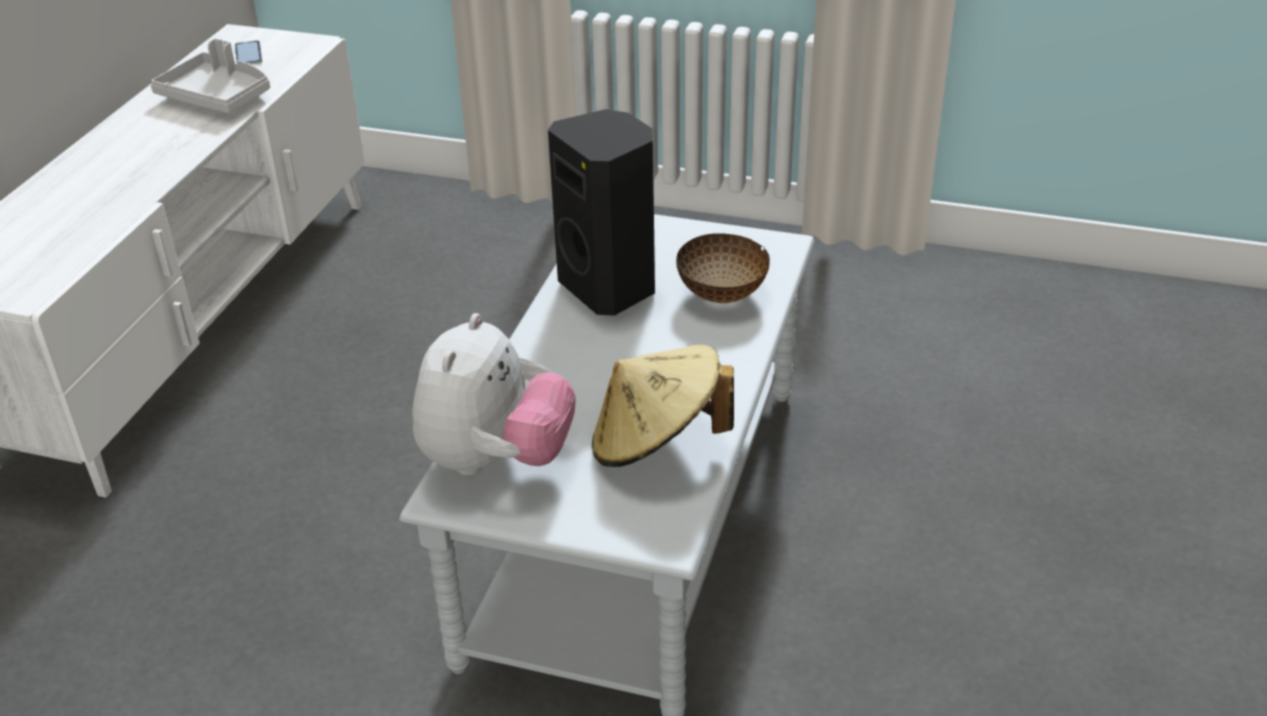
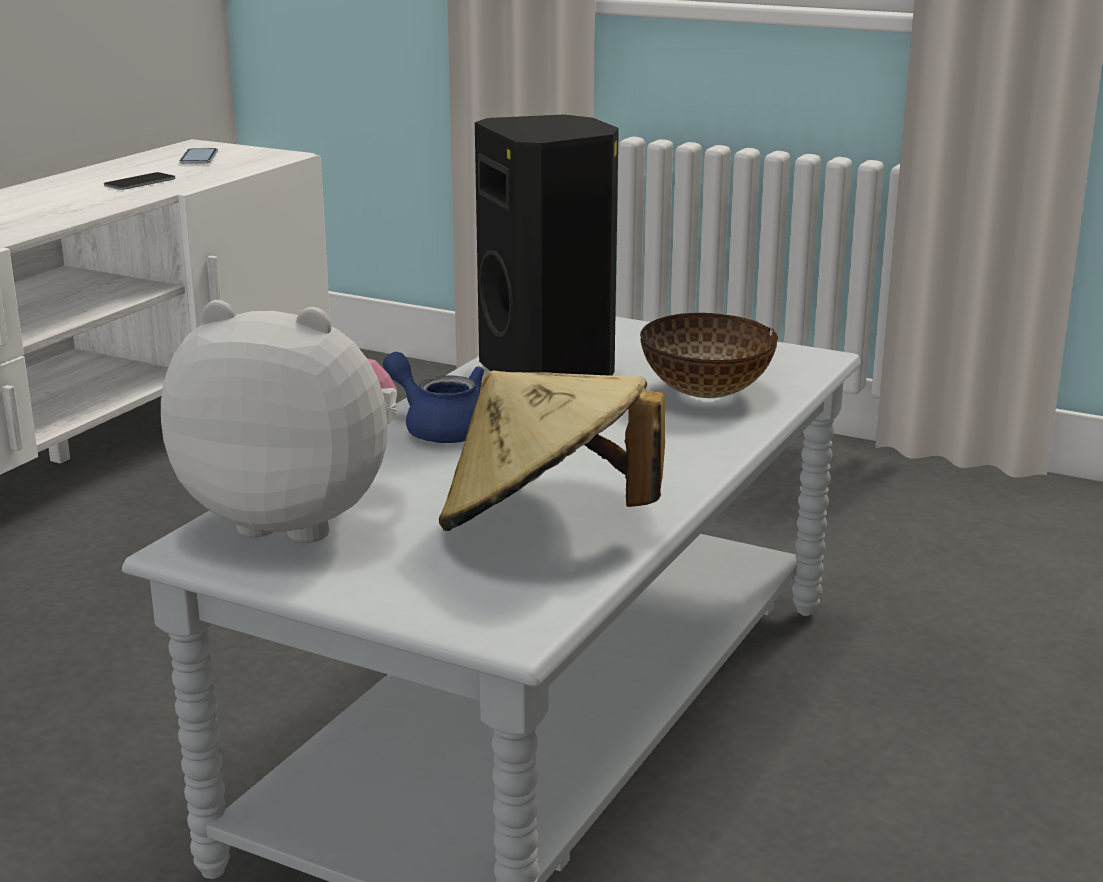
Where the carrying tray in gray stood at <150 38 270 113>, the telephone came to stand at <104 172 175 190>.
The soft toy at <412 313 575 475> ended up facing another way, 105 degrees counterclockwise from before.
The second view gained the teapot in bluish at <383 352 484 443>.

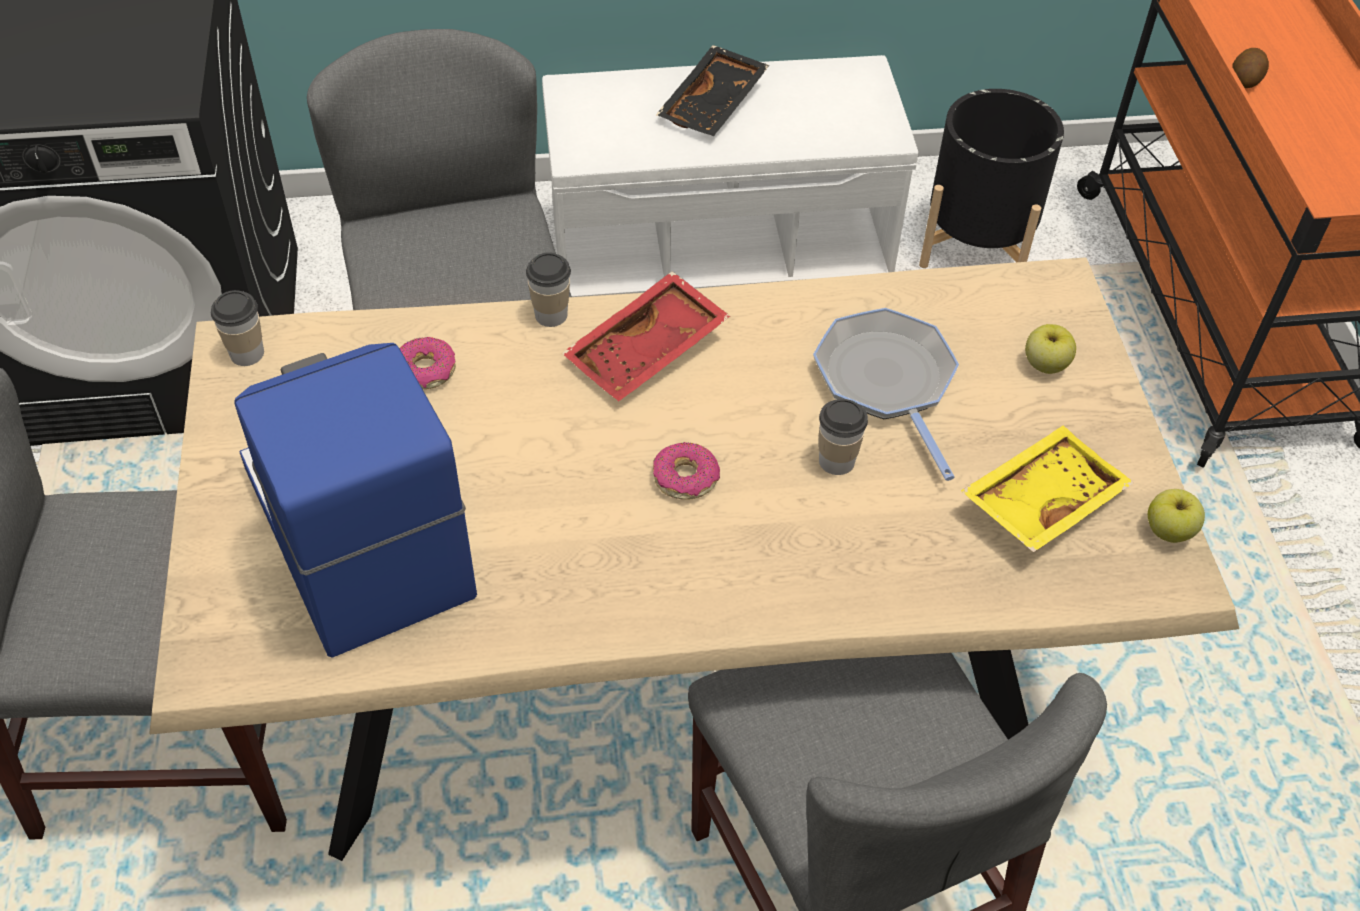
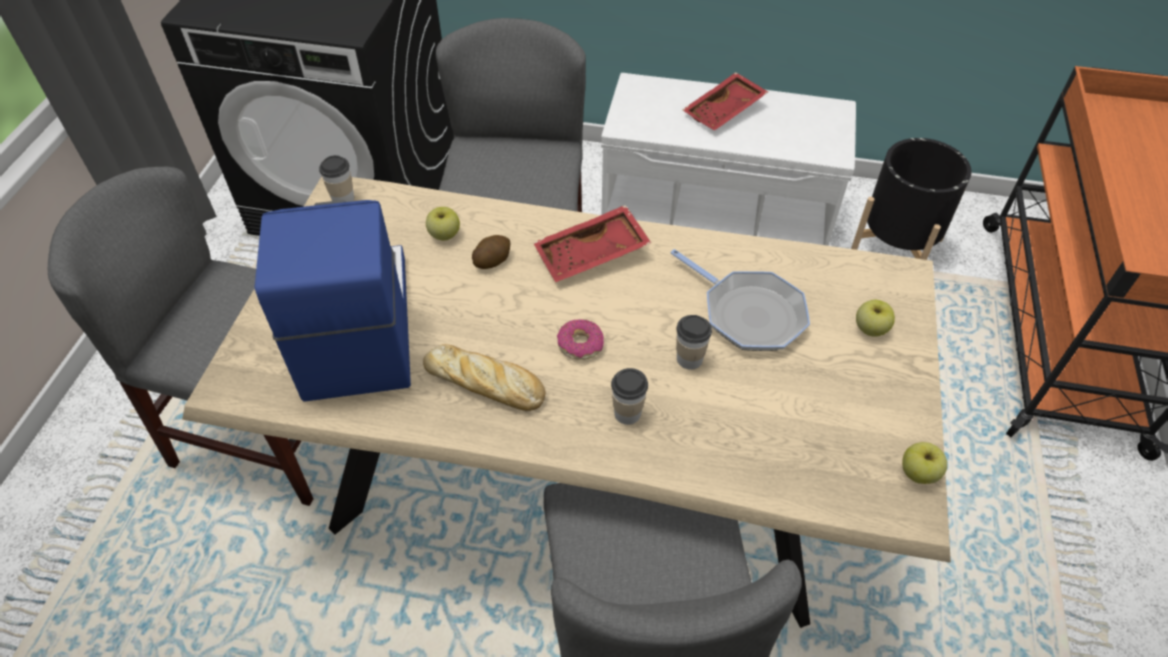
The second view gained the bread at <423 344 546 411>.
Where the ring doughnut stood at <400 337 456 390>, the whole apple came to stand at <426 207 460 241>.
The potato ended up elsewhere, having gone from <1232 48 1269 88> to <472 235 510 269>.
The small cup ended up elsewhere, having gone from <526 252 571 327> to <611 368 648 425>.
The frying pan at <813 308 959 481> ended up facing another way, 135 degrees clockwise from before.
What was the carrying tray in black at <656 45 769 136> turned into the carrying tray in red-coloured at <683 72 768 131>.
The second view lost the carrying tray in yellow at <961 426 1134 552>.

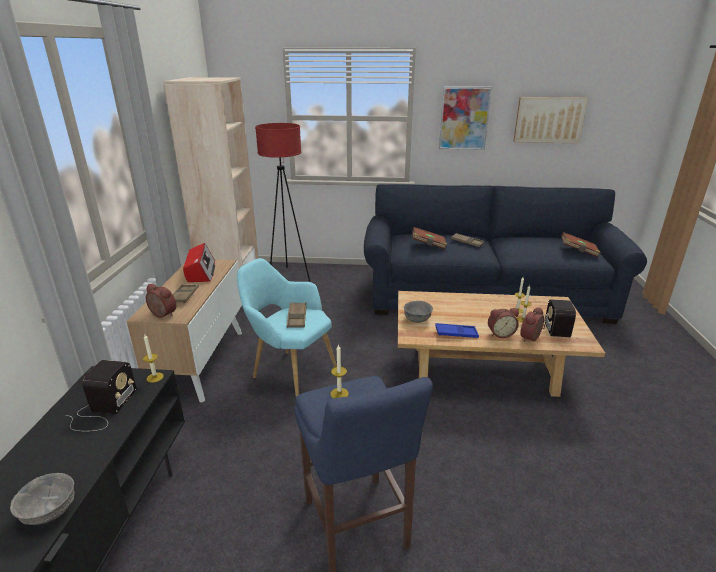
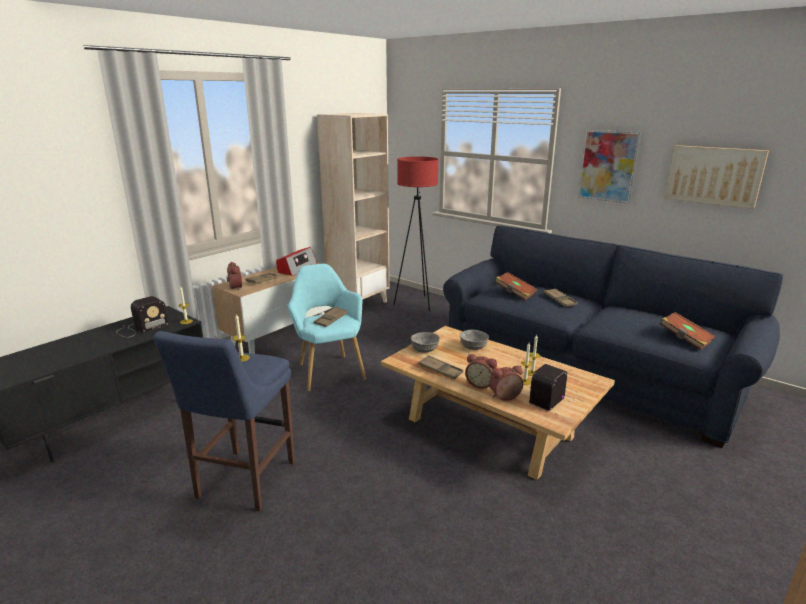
What was the carrying tray in bluish at <435 323 479 338> turned into the carrying tray in brown at <418 355 463 380>.
The bowl in gray ended up elsewhere, having gone from <10 473 75 525> to <460 330 489 350>.

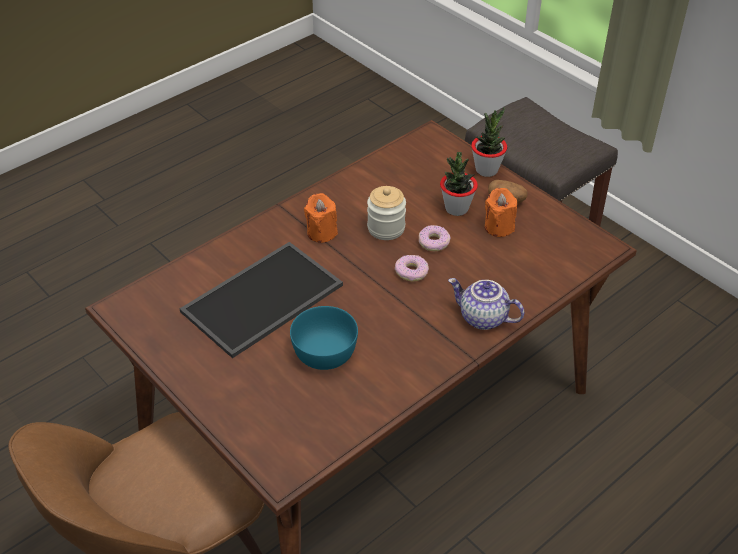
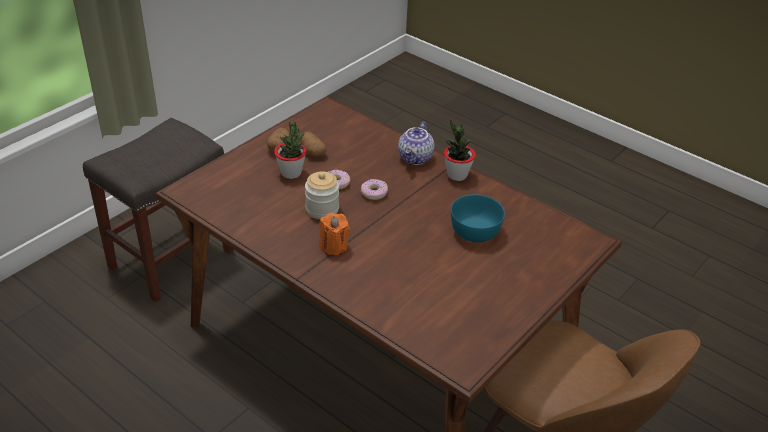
Where the wax light in orange-coloured stood at <485 188 517 237>, the potato came to stand at <301 132 327 157>.
The houseplant ended up elsewhere, having gone from <471 107 507 177> to <444 119 476 181>.
The second view lost the carrying tray at <180 242 343 359>.

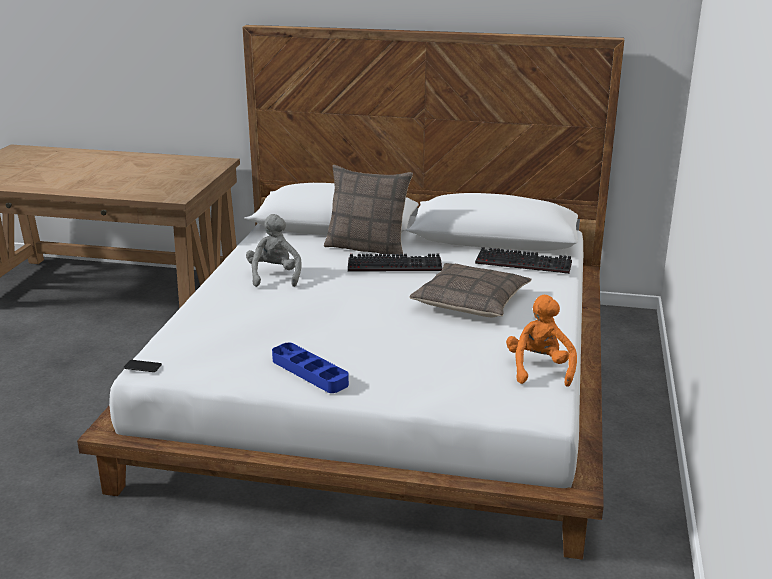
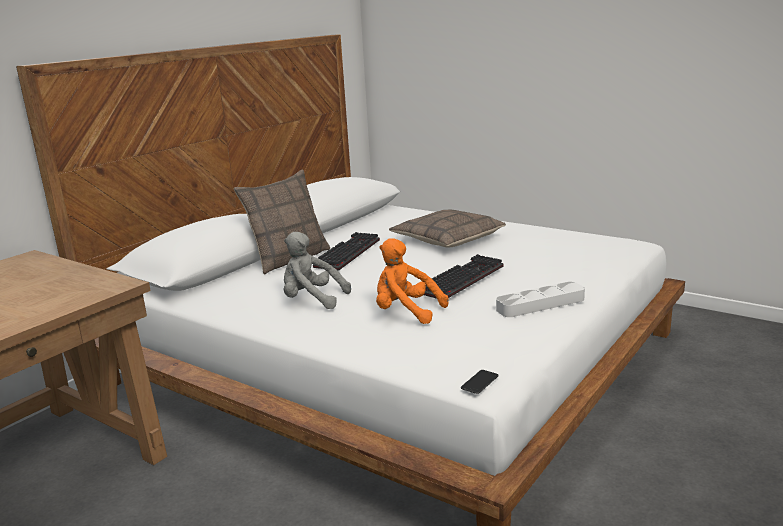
The soft toy in orange-coloured ended up elsewhere, having gone from <506 295 577 387> to <376 238 449 324>.
The computer keyboard ended up elsewhere, having gone from <475 247 572 274> to <424 254 504 299>.
What was the carrying tray in bluish at <272 343 349 393> turned into the carrying tray in gray at <496 282 585 317>.

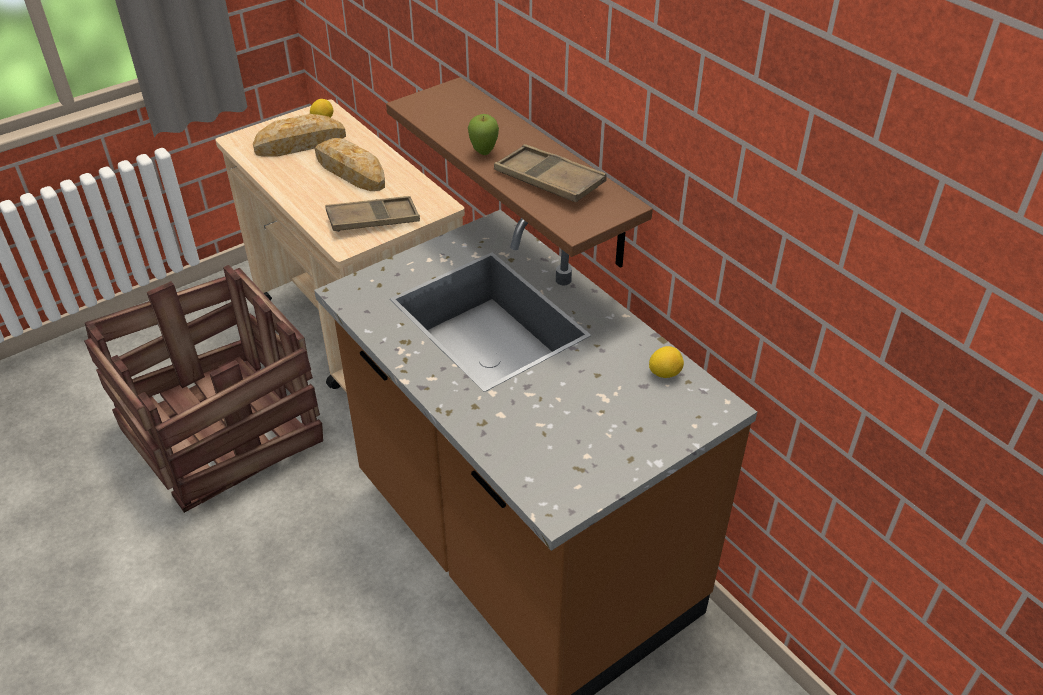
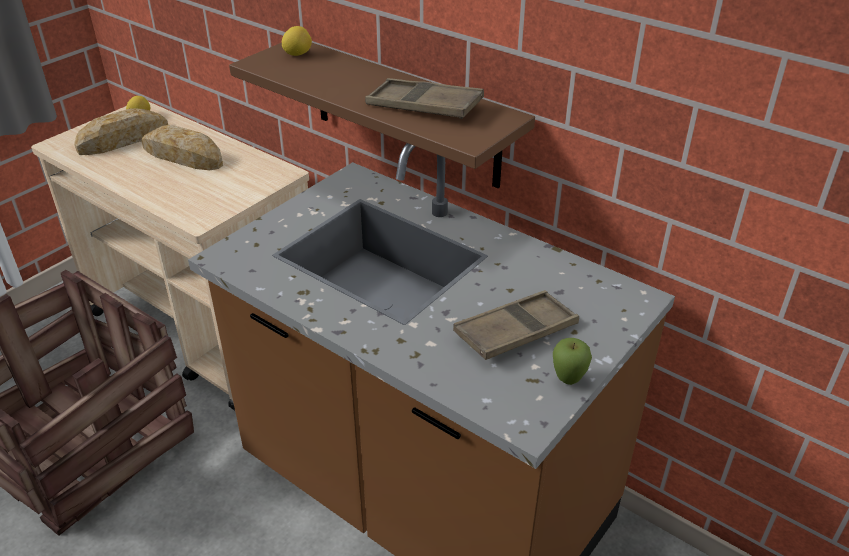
The citrus fruit ended up elsewhere, having gone from <649 346 684 378> to <282 26 312 56>.
The carrying tray in brown ended up elsewhere, having gone from <325 196 420 232> to <453 290 579 360>.
The whole apple ended up elsewhere, having gone from <468 114 499 155> to <553 338 592 385>.

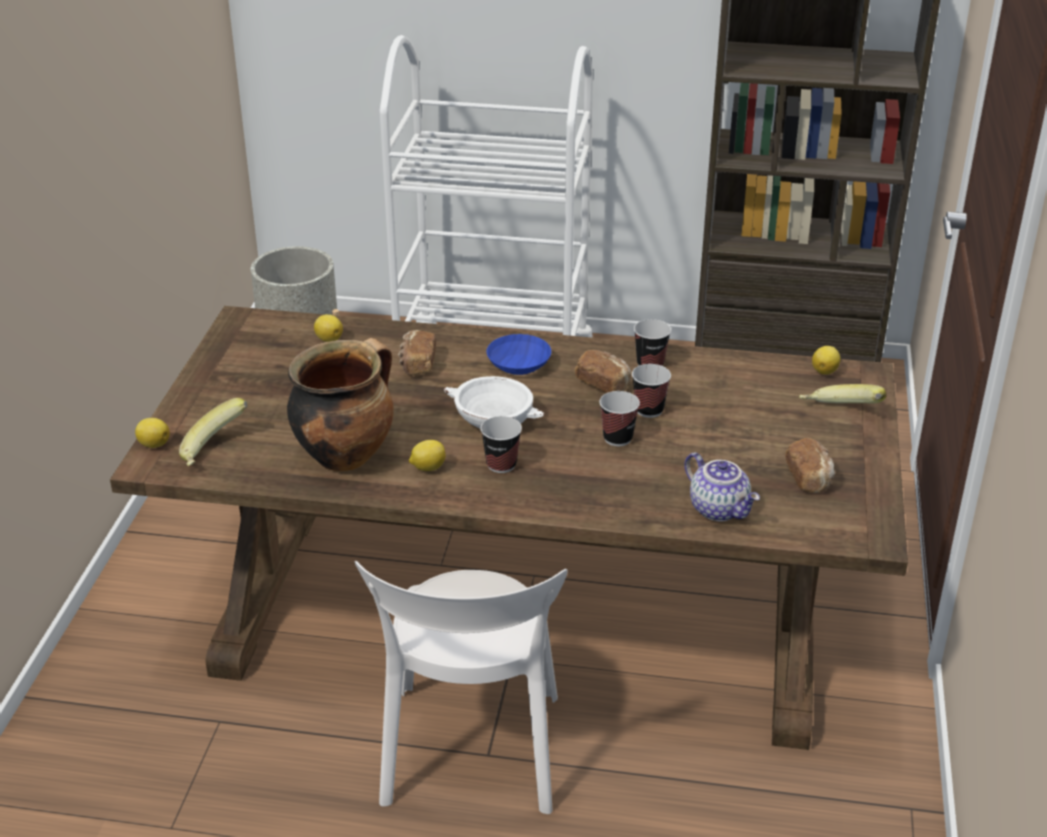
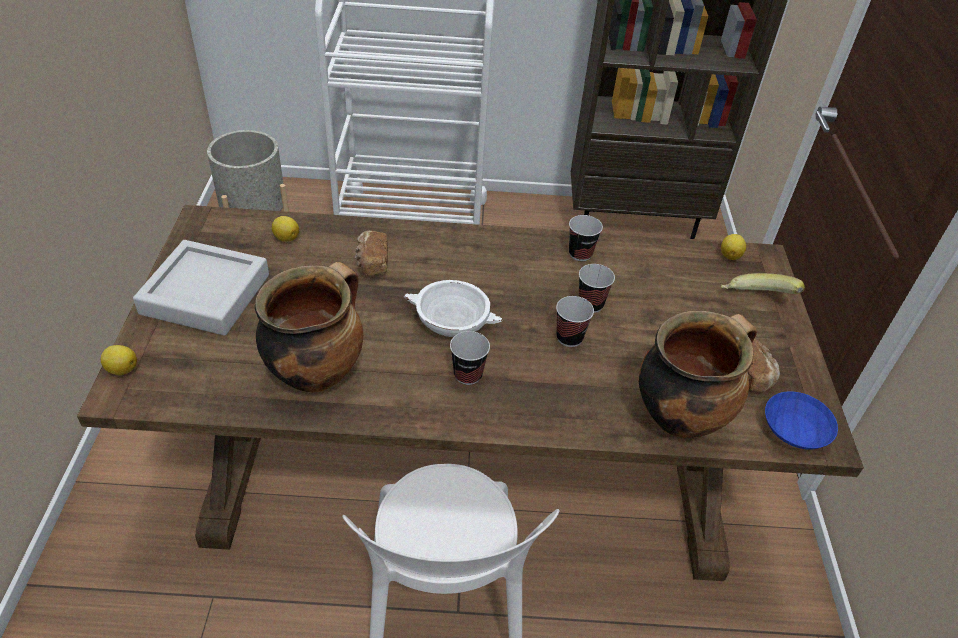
The second view gained the carrying tray in gray at <133 240 269 336>.
Where the teapot stood at <685 452 760 521>, the cooking pot came to stand at <639 311 757 438>.
The bowl in bluish ended up elsewhere, having gone from <487 334 551 375> to <765 391 838 450>.
The second view lost the banana fruit at <179 398 248 466>.
The second view lost the citrus fruit at <409 440 446 471>.
The second view lost the bread at <575 350 631 393>.

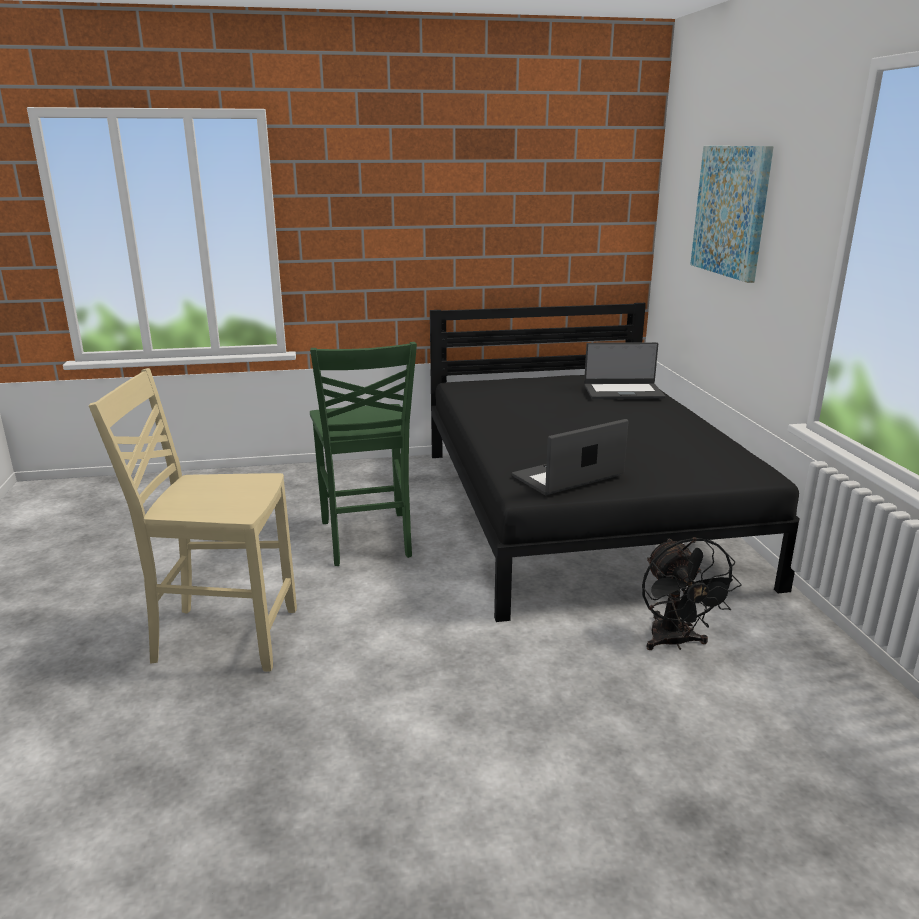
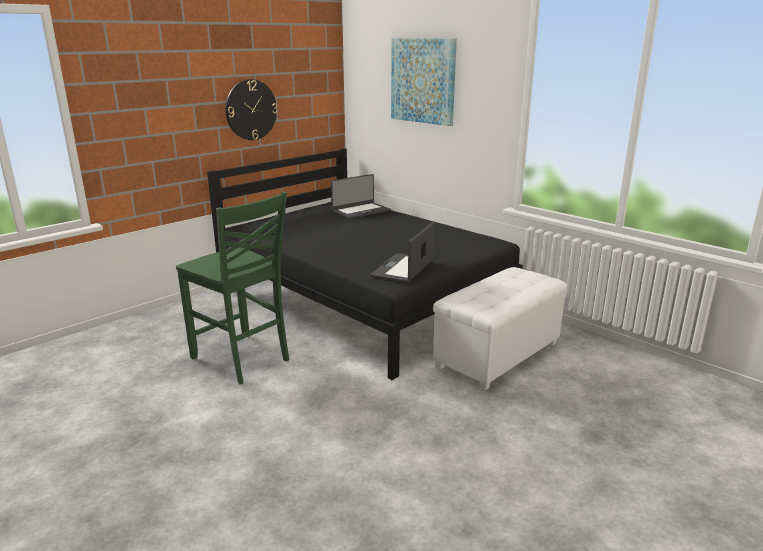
The second view gained the clock on the wall at <225 79 278 140>.
Where the electric fan in black stood at <642 537 742 650>, the footrest in white-coloured came to stand at <433 267 567 390>.
The second view lost the upright chair in sand-coloured at <89 368 297 672>.

